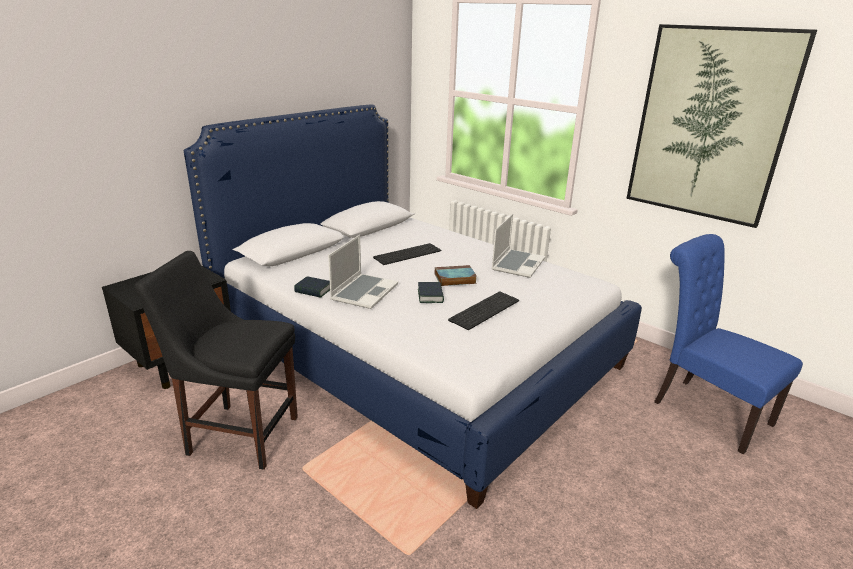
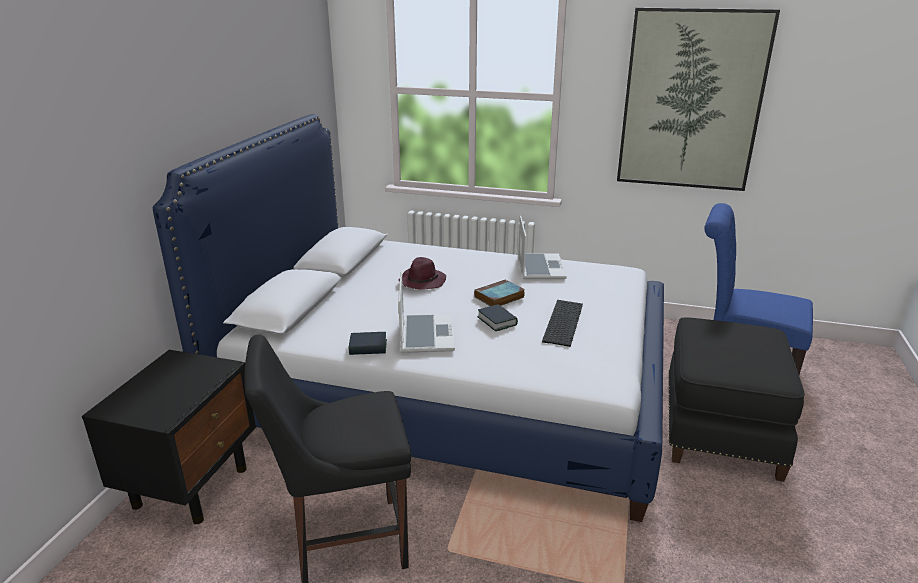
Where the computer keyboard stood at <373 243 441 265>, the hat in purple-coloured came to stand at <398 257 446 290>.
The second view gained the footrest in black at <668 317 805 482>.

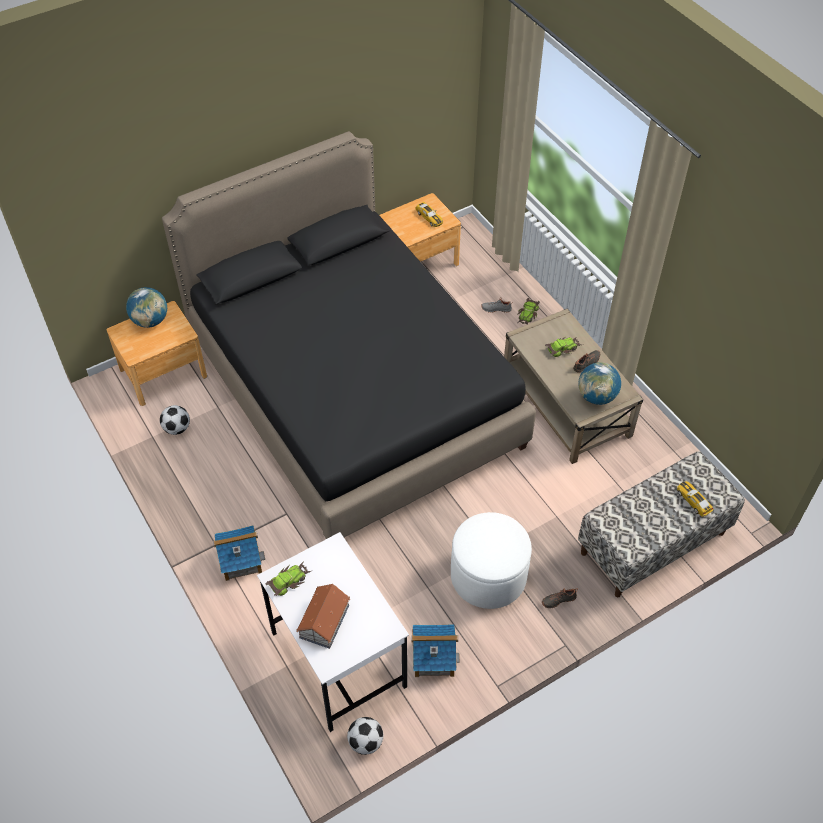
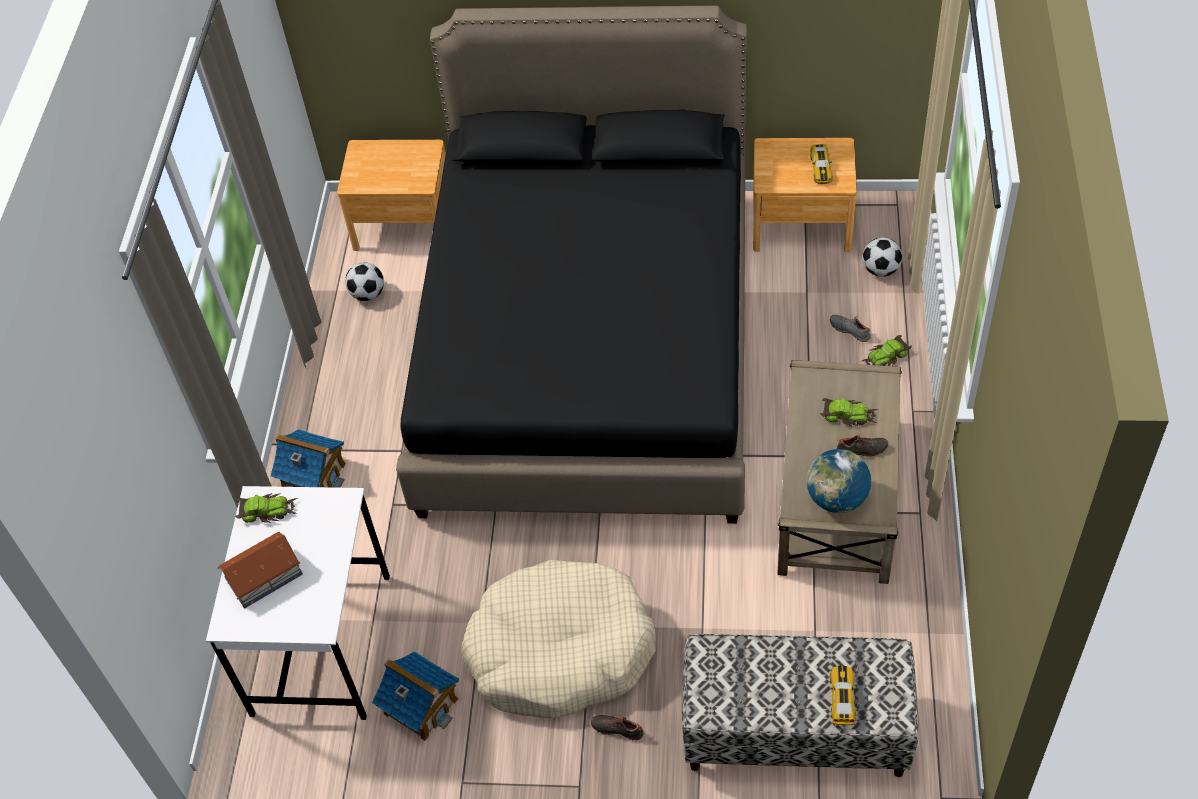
Where the footrest in white-coloured stood at <451 512 532 609>, the pet bed in sand-coloured came to stand at <461 560 656 718>.
The football ball ended up elsewhere, having gone from <347 717 383 755> to <863 237 902 277>.
The second view lost the world globe at <126 287 167 328>.

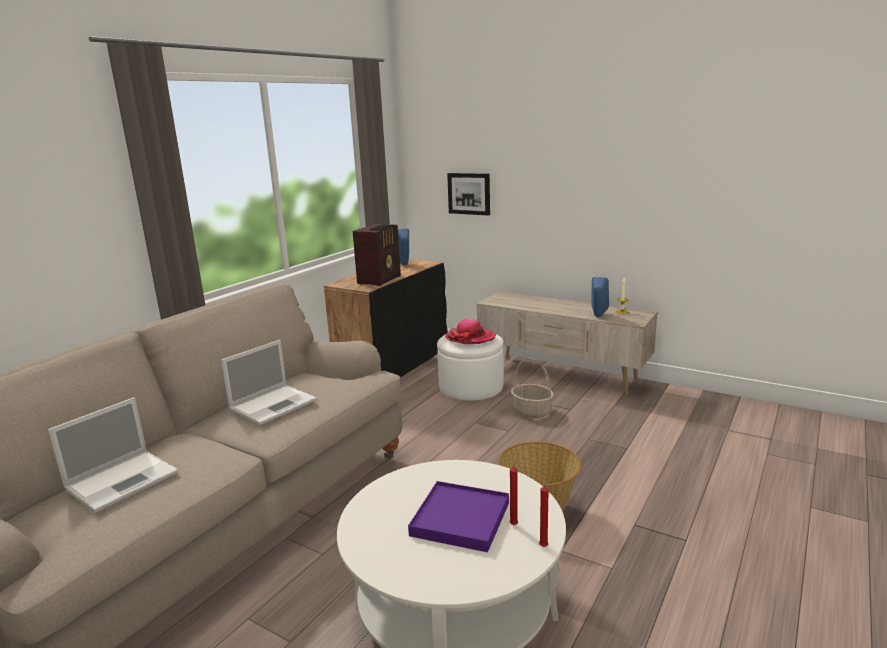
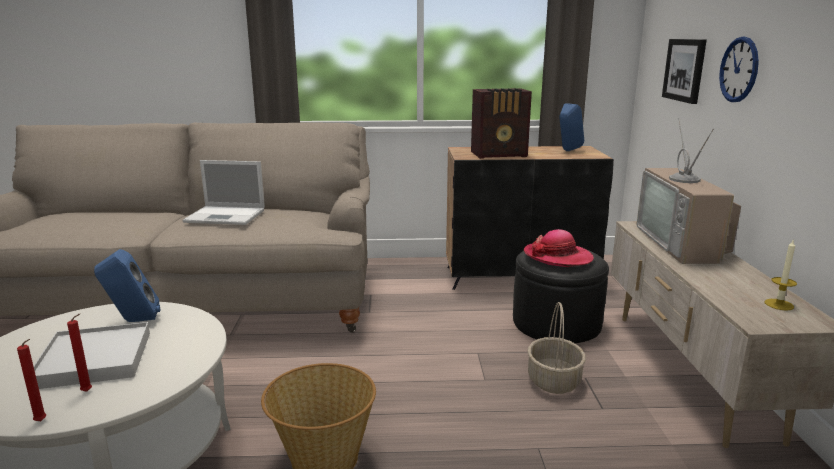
What was the carrying tray in purple-coloured at <408 481 509 552> turned into the carrying tray in white-coloured at <34 322 150 389>.
The audio speaker in bluish ended up elsewhere, having gone from <591 277 609 317> to <94 249 160 322>.
What was the footrest in white-coloured at <437 333 504 401> turned into the footrest in black at <513 250 609 343>.
The second view gained the TV at <637 118 741 264>.
The second view gained the clock on the wall at <719 37 759 102>.
The second view lost the portable computer at <48 397 179 513>.

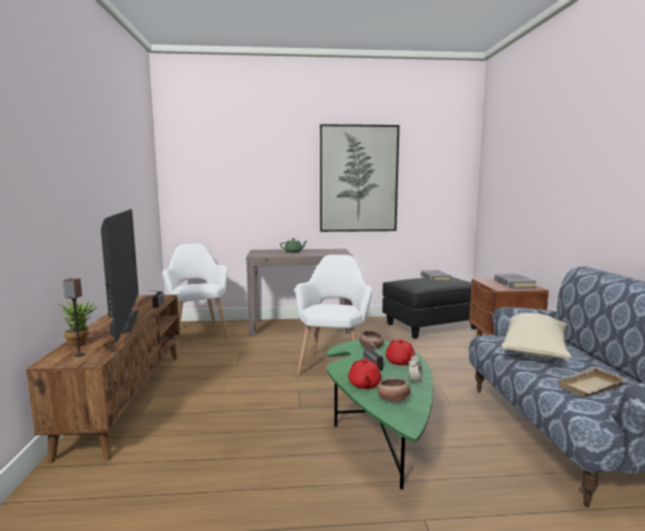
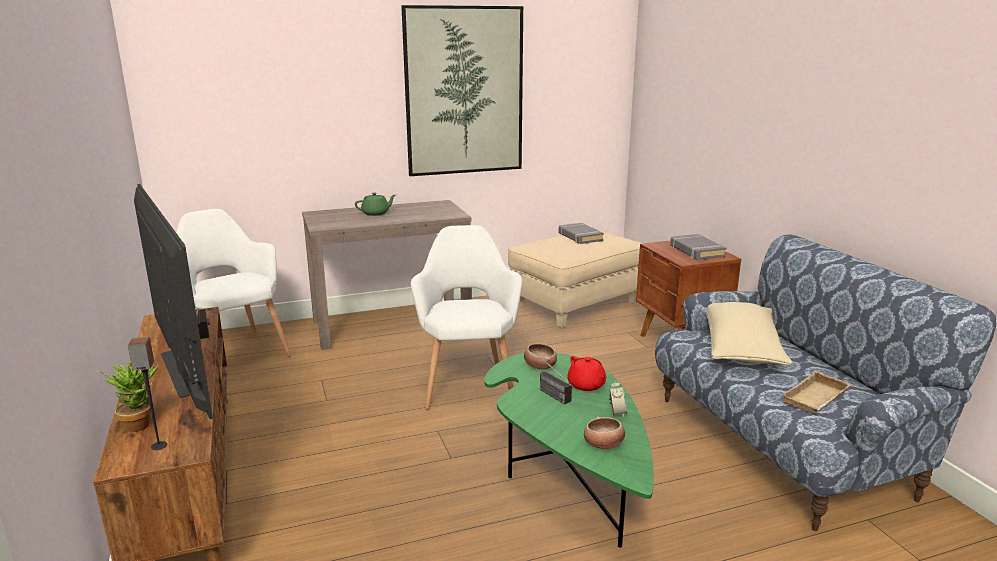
What was the footrest in black at <382 277 477 339> turned into the footrest in sand-coloured at <508 228 643 328>.
The second view lost the teapot in red-coloured at <348 359 381 389>.

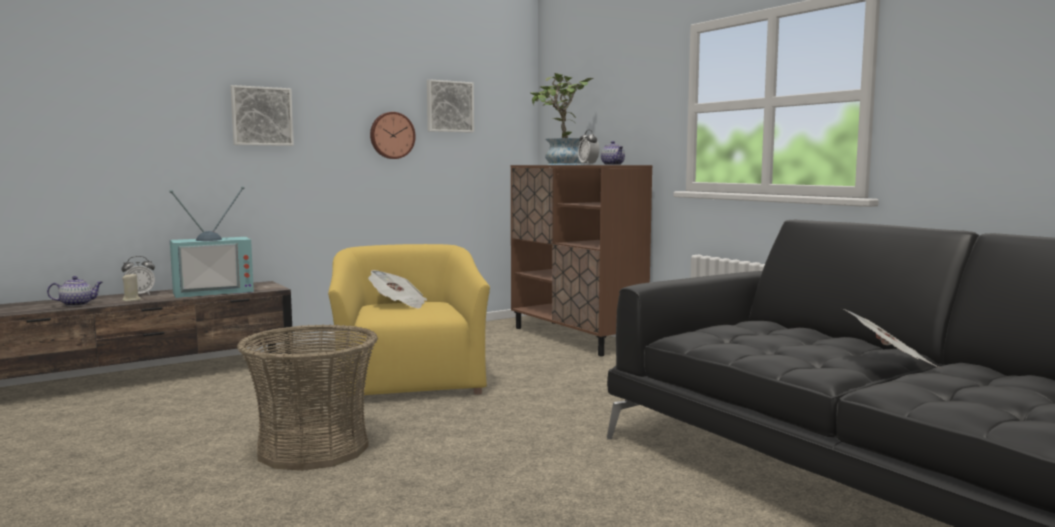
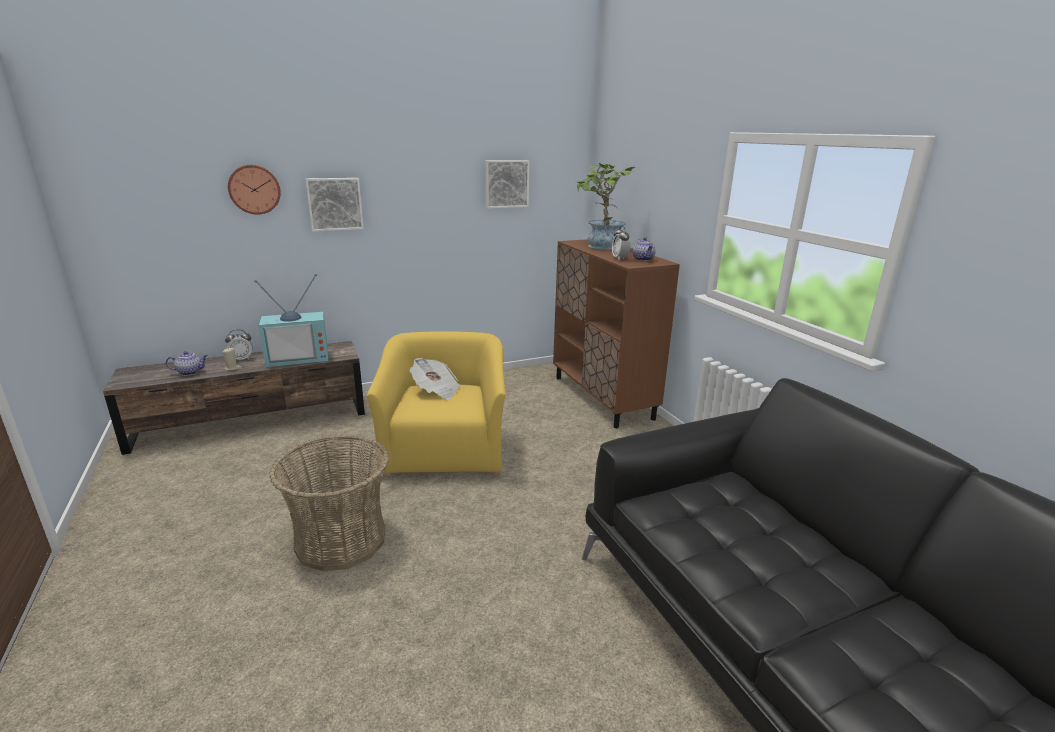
The clock on the wall ended up elsewhere, having gone from <370 112 416 159> to <228 165 281 215>.
The second view lost the printed paper at <840 308 943 369>.

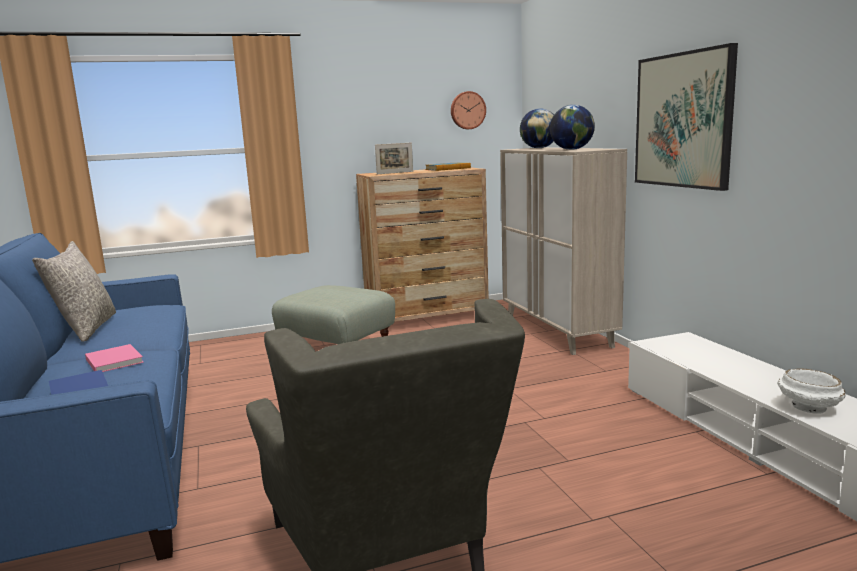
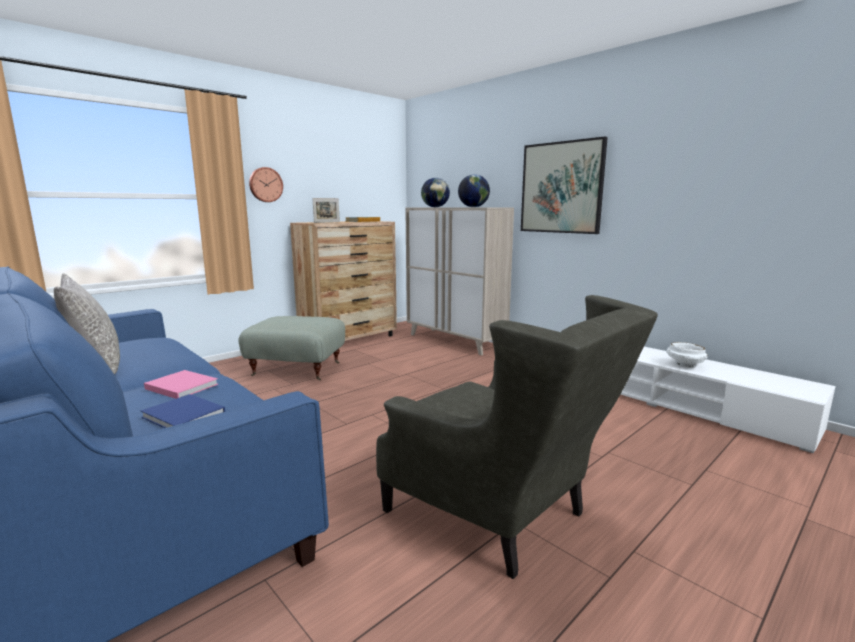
The clock on the wall ended up elsewhere, having gone from <451 91 486 129> to <249 167 283 202>.

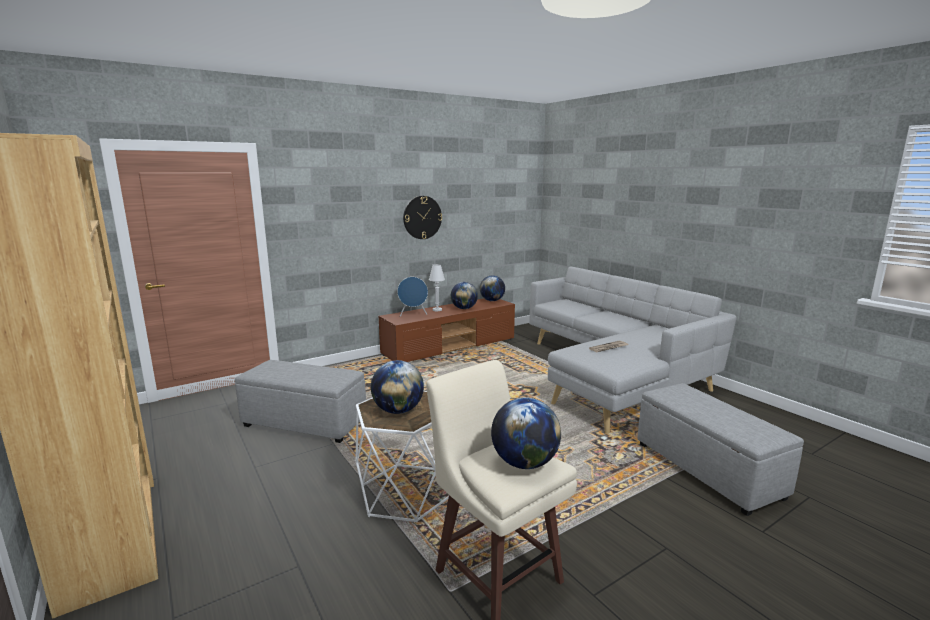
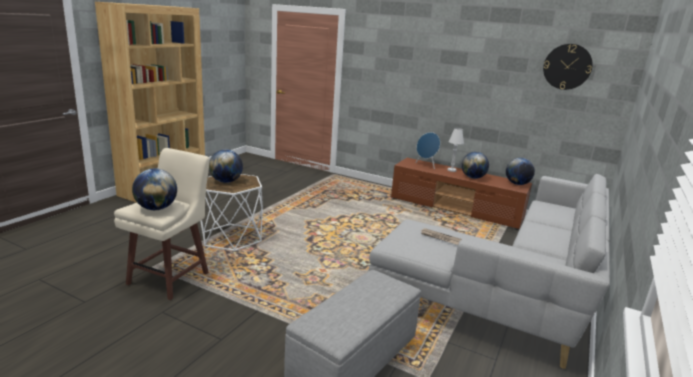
The clock on the wall ended up elsewhere, having gone from <403 196 442 239> to <543 44 593 90>.
The second view lost the footrest in gray at <235 360 366 443>.

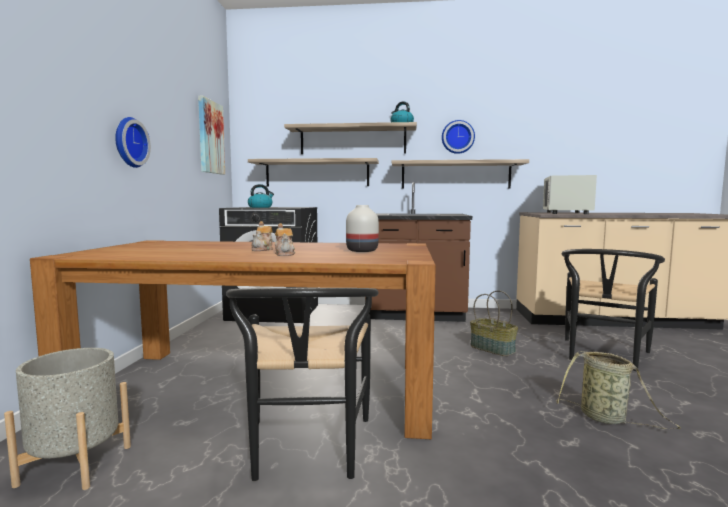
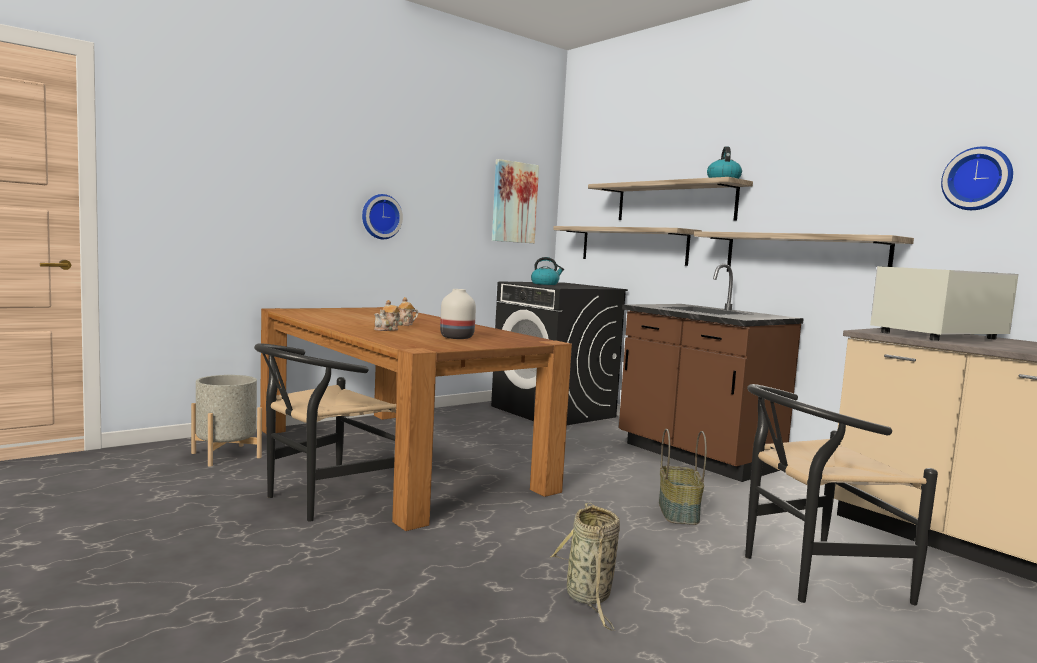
The clock on the wall ended up elsewhere, having gone from <442 120 475 154> to <941 146 1013 210>.

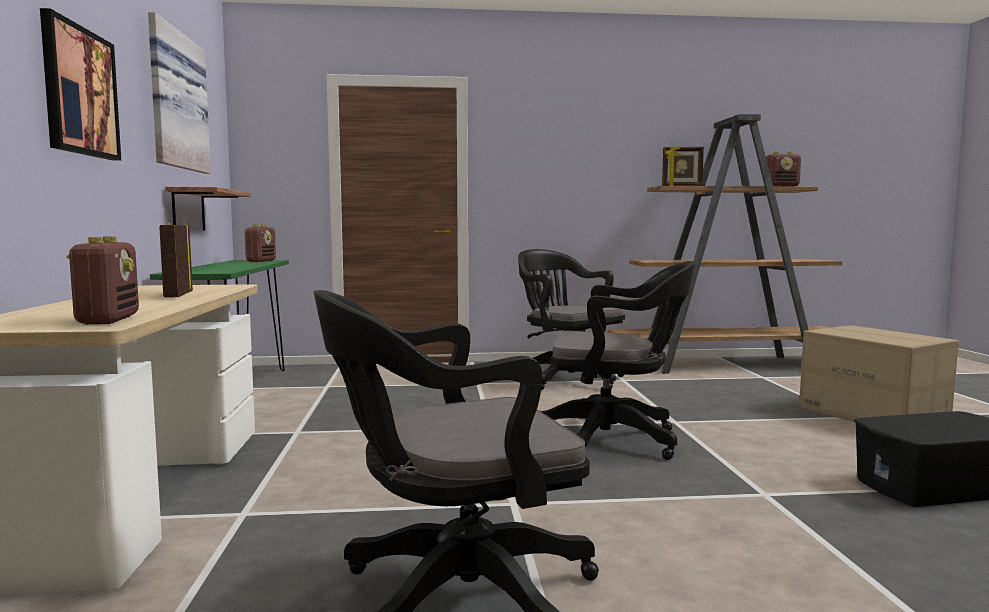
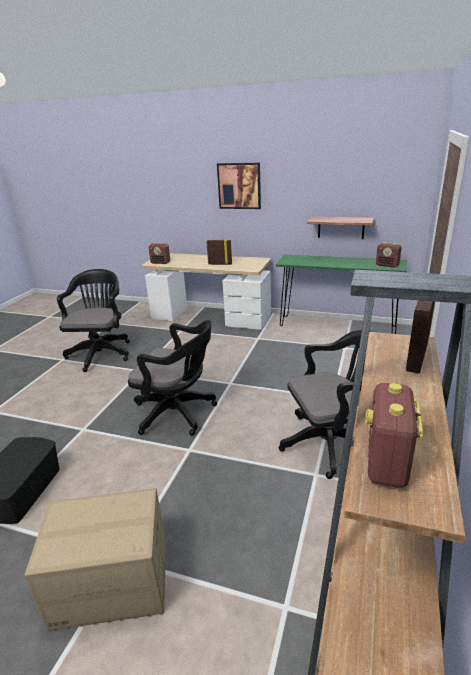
The computer chair in black at <541 261 696 460> ended up facing another way, 105 degrees counterclockwise from before.
The second view lost the wall art at <148 12 211 174>.

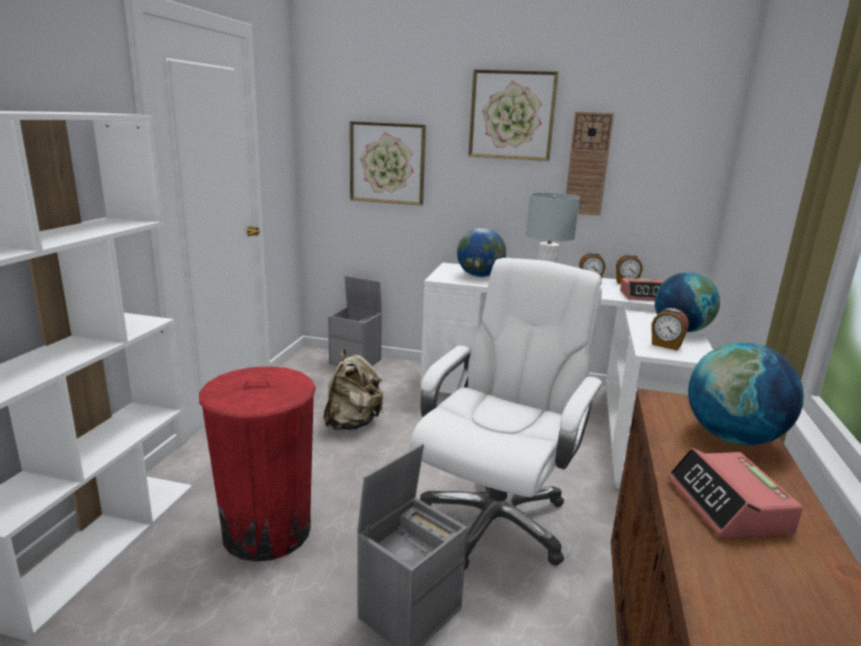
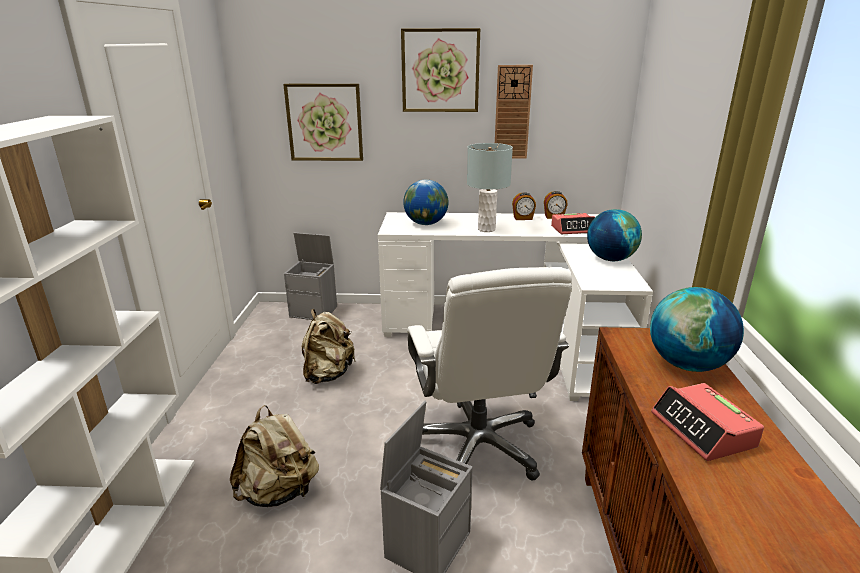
Where the waste bin in red-coloured stood at <199 366 316 562>, the knapsack in sand-coloured came to stand at <230 405 319 507>.
The computer chair in white-coloured at <409 258 603 570> ended up facing another way, 150 degrees clockwise from before.
The second view lost the table clock at <652 308 689 351>.

